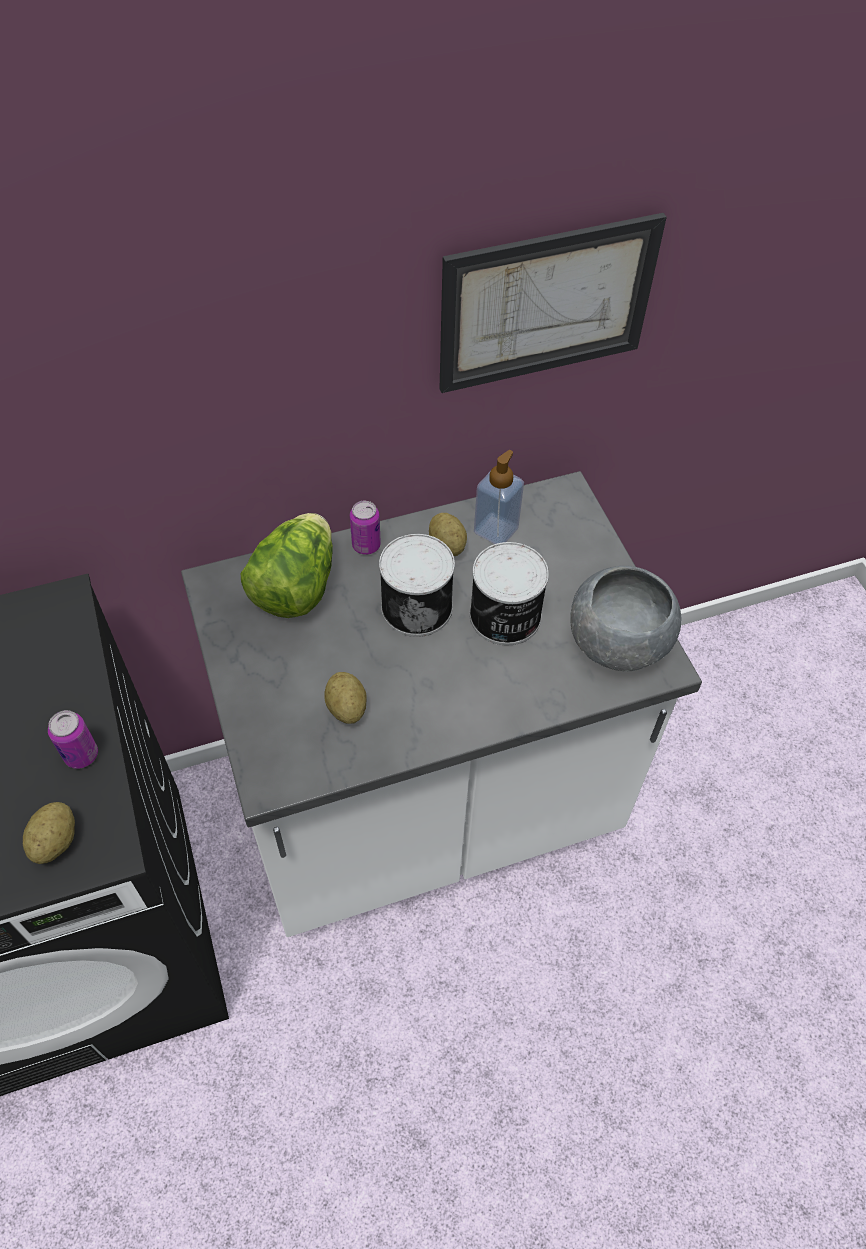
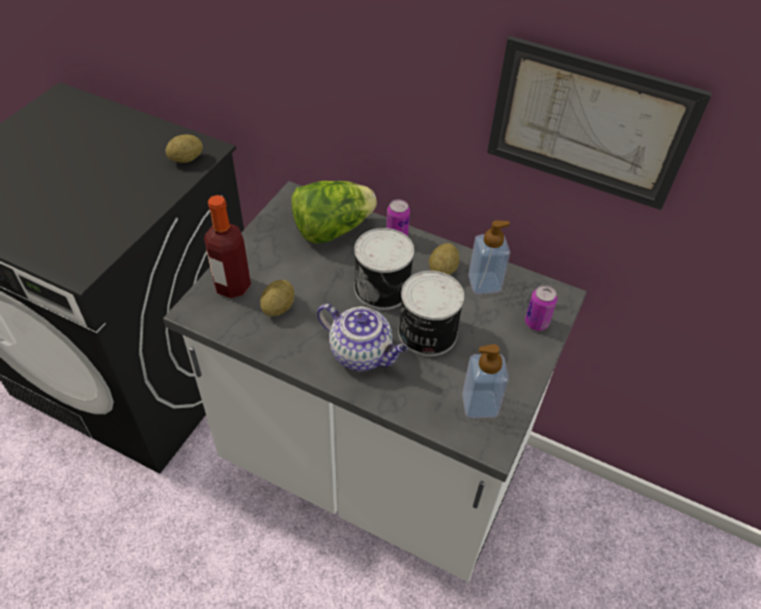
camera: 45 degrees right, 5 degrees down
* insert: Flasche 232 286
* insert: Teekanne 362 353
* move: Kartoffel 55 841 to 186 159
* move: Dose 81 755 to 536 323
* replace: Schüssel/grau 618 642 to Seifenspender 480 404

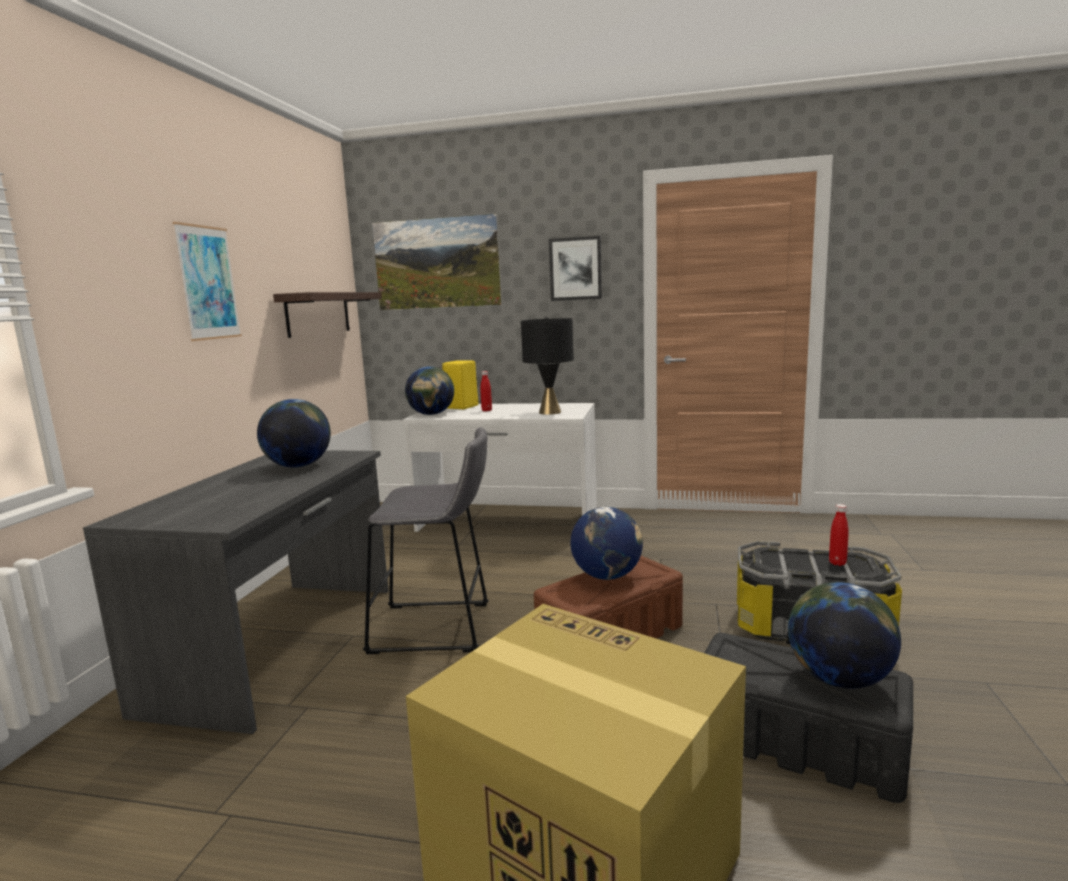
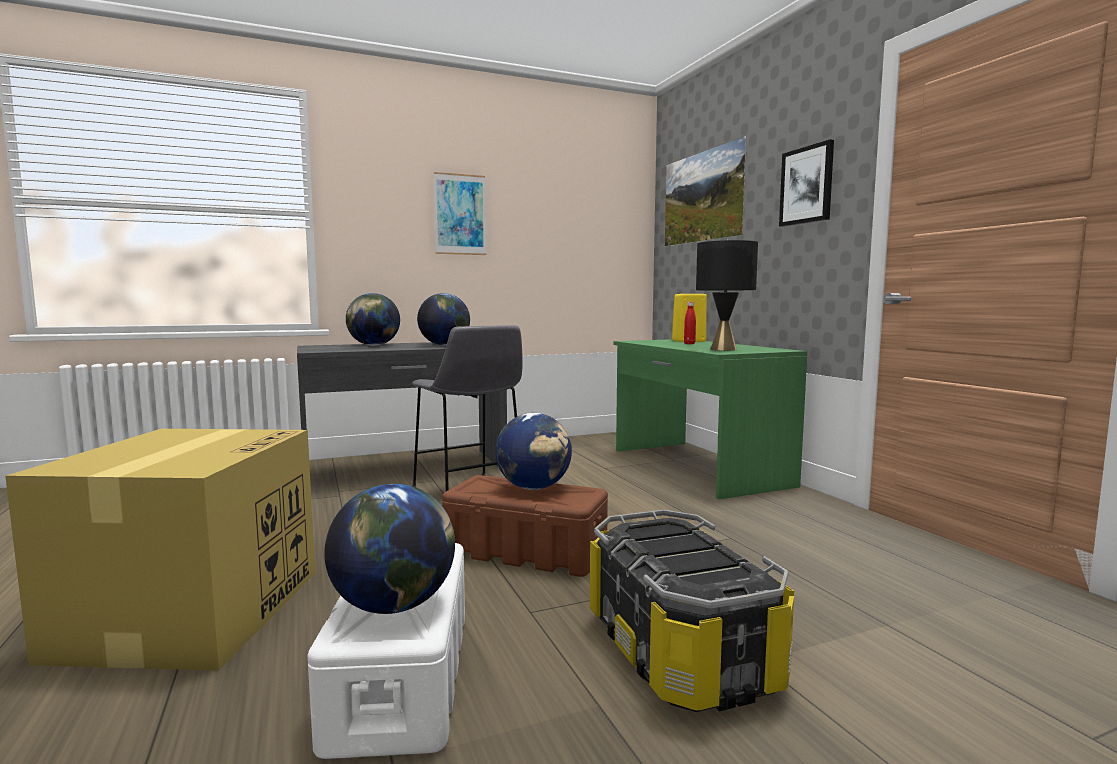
camera: 55 degrees right, 5 degrees down
* delete: Wandregal 318 313
* delete: Flasche/rot 837 563
* move: Globus 431 414 to 373 345
* recolor: Schreibtisch/weiß 508 520 to Schreibtisch/grün 696 467
* recolor: Aufbewahrungsbox/schwarz 798 743 to Aufbewahrungsbox/weiß 401 677

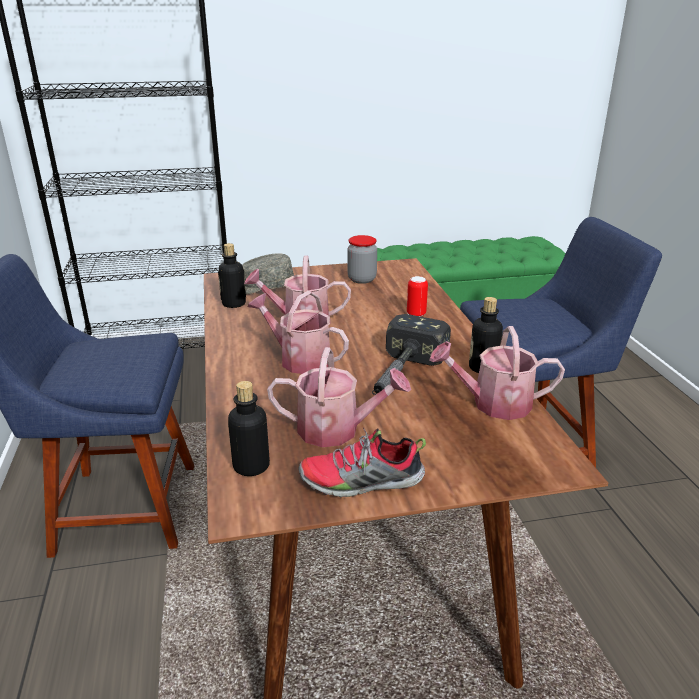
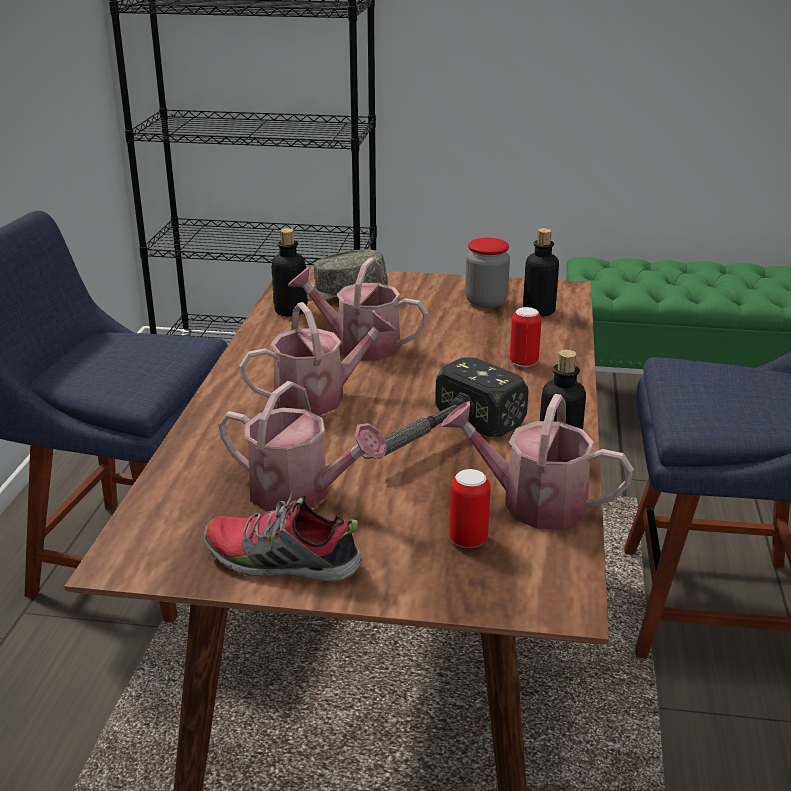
camera: 20 degrees right, 0 degrees up
* insert: Dose 468 540
* move: Flasche 251 466 to 539 311
* rotate: Gießkanne 299 359 = 319 397 105 degrees clockwise

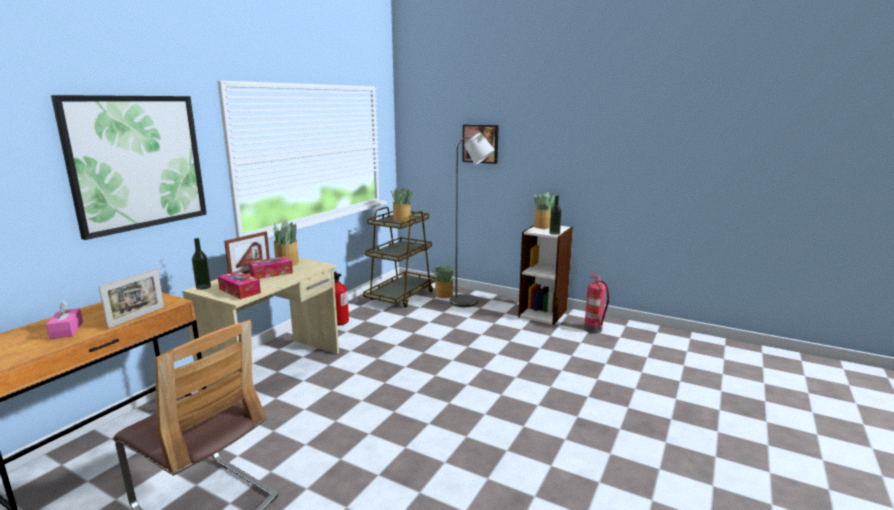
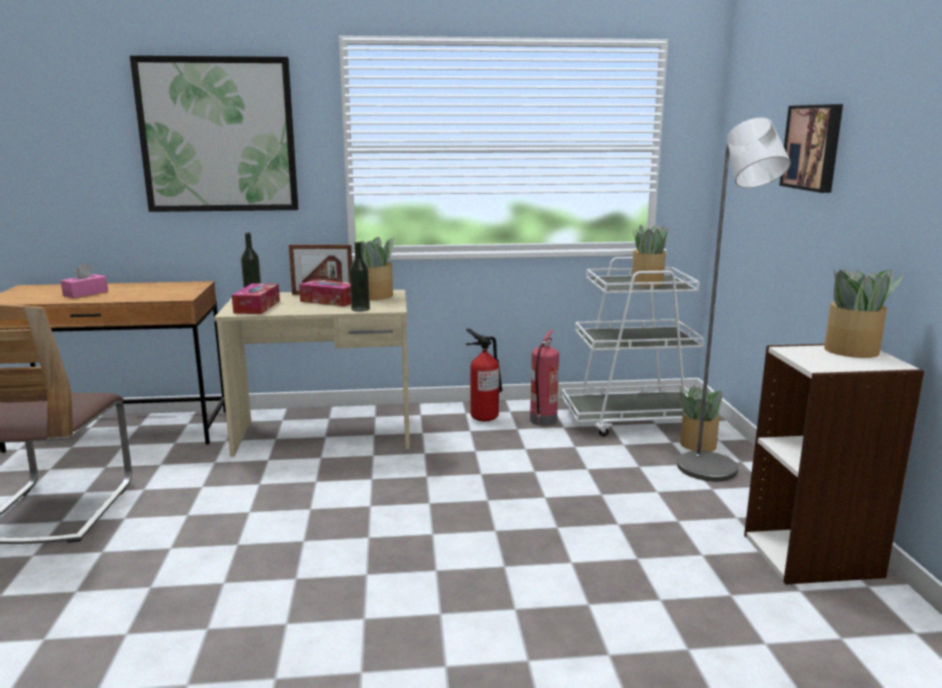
camera: 55 degrees right, 0 degrees up
* delete: Bilderrahmen 137 317
* move: Flasche 554 233 to 360 309
* move: Feuerlöscher 594 329 to 543 421
* recolor: Rollwagen/braun 401 296 to Rollwagen/weiß 631 420

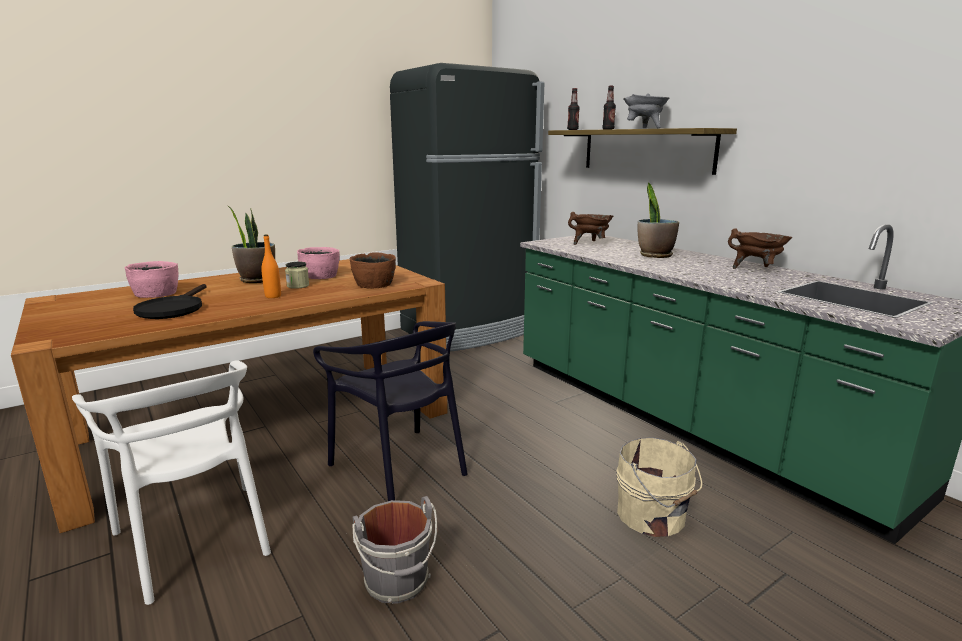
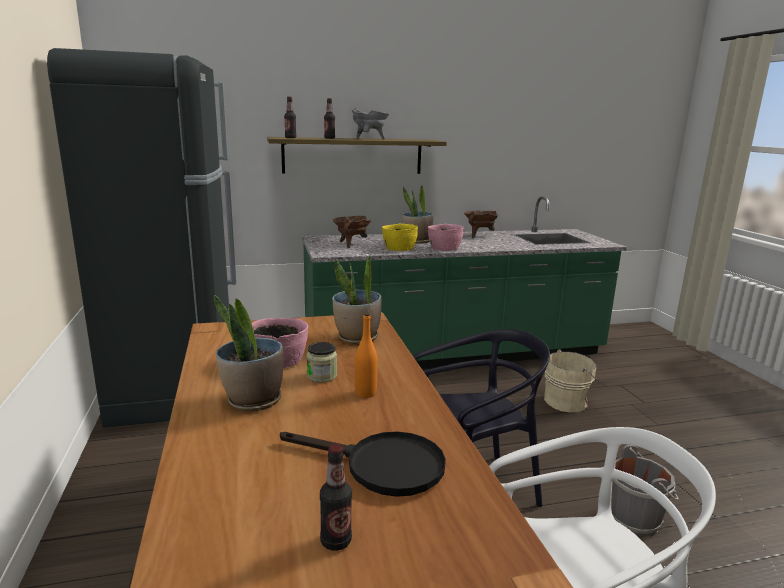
camera: 70 degrees left, 0 degrees up
* insert: Flasche 336 541
* insert: Schüssel/gelb 399 248
* move: Schüssel/rosa 156 294 to 444 248
* replace: Schüssel/braun 374 284 to Topfpflanze 357 338

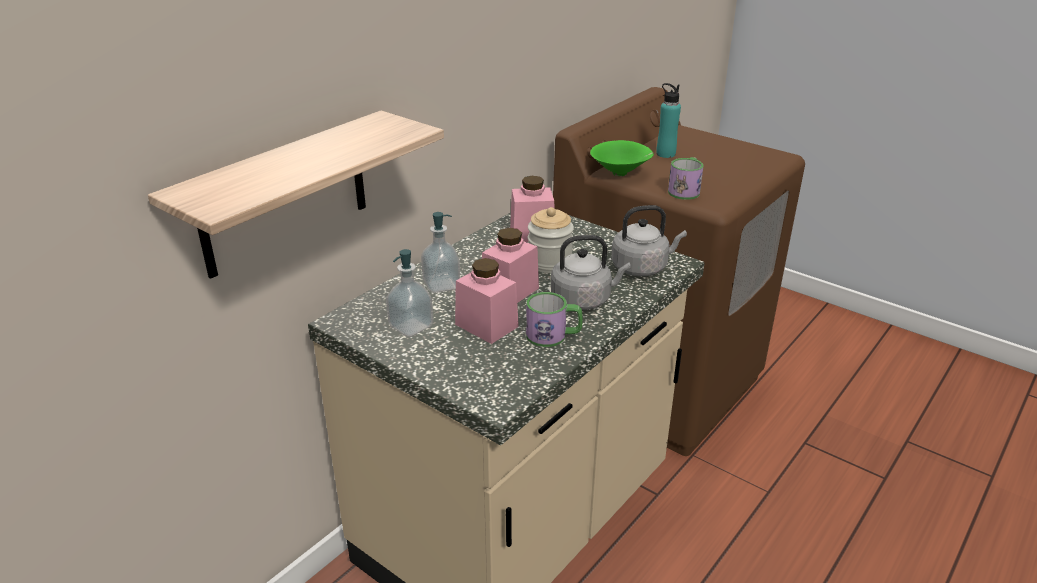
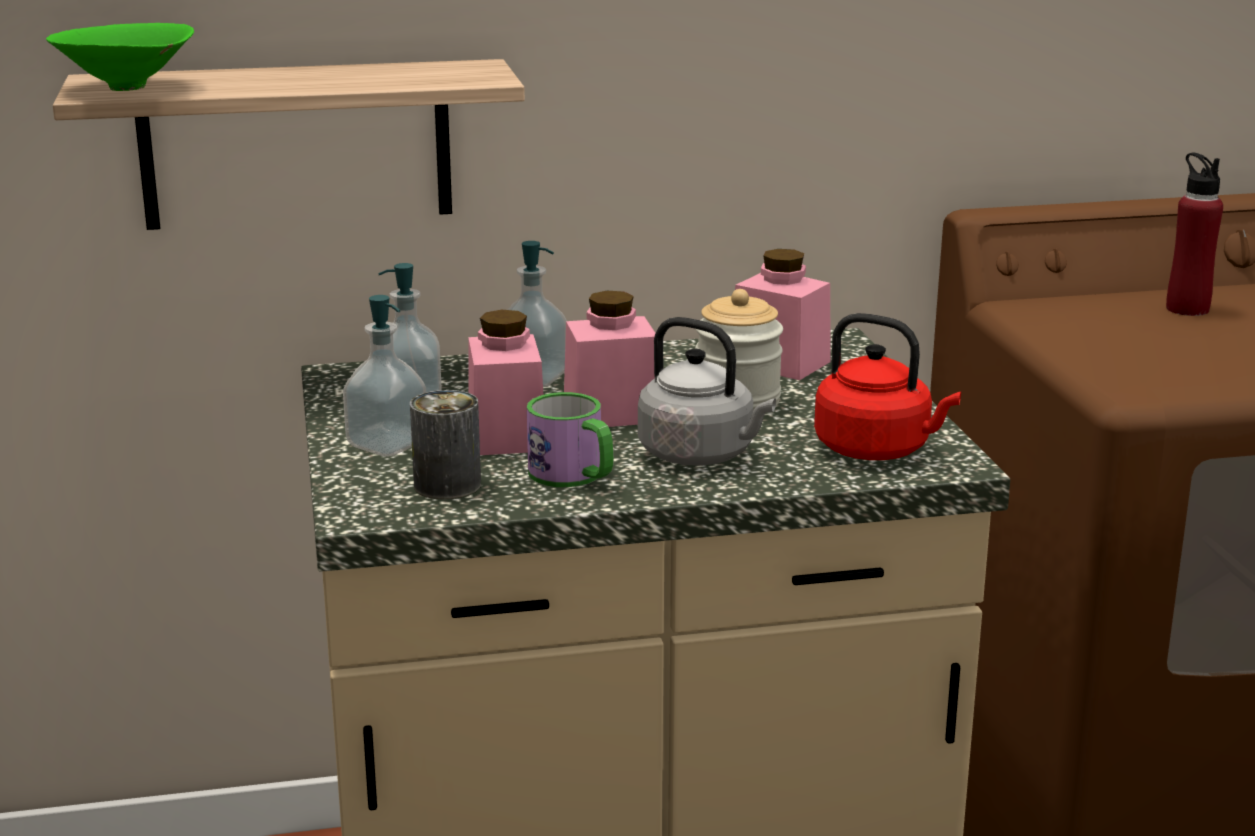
camera: 40 degrees right, 10 degrees down
* delete: Henkelbecher 685 190
* insert: Seifenspender 387 445
* insert: Dose 447 485
* move: Schüssel/grün 621 173 to 129 89
* recolor: Wasserkessel/grau 642 267 to Wasserkessel/rot 878 450
* recolor: Flasche/türkis 665 154 to Flasche/rot 1187 309

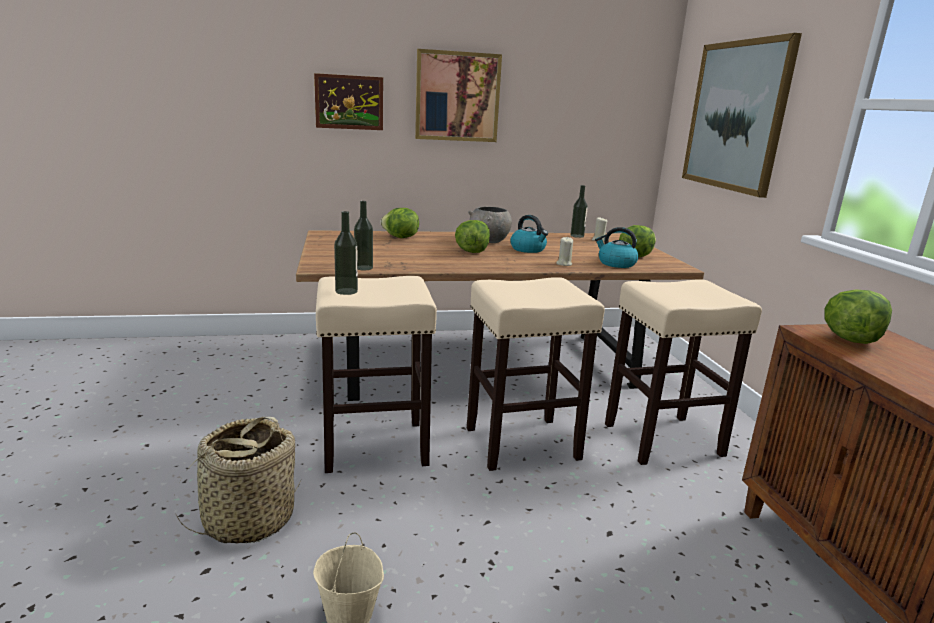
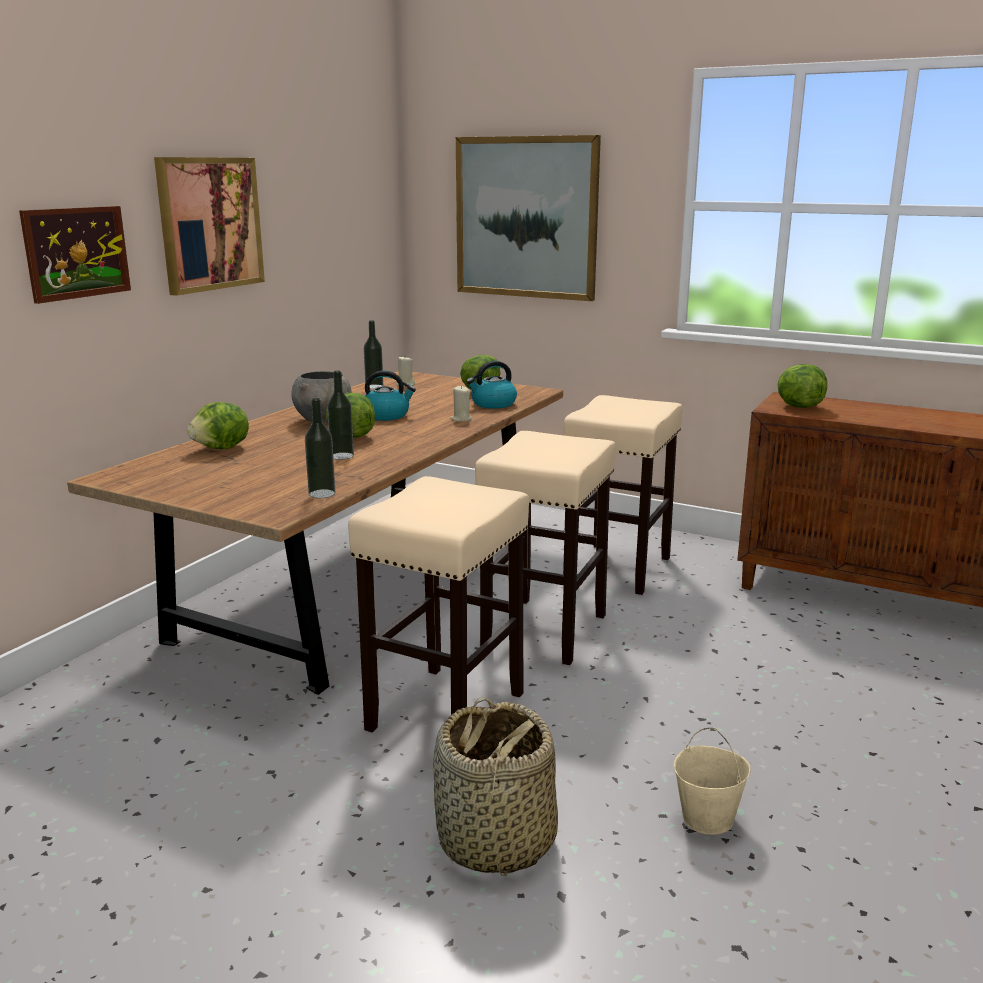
camera: 50 degrees left, 0 degrees up
* move: Flasche 346 291 to 342 456

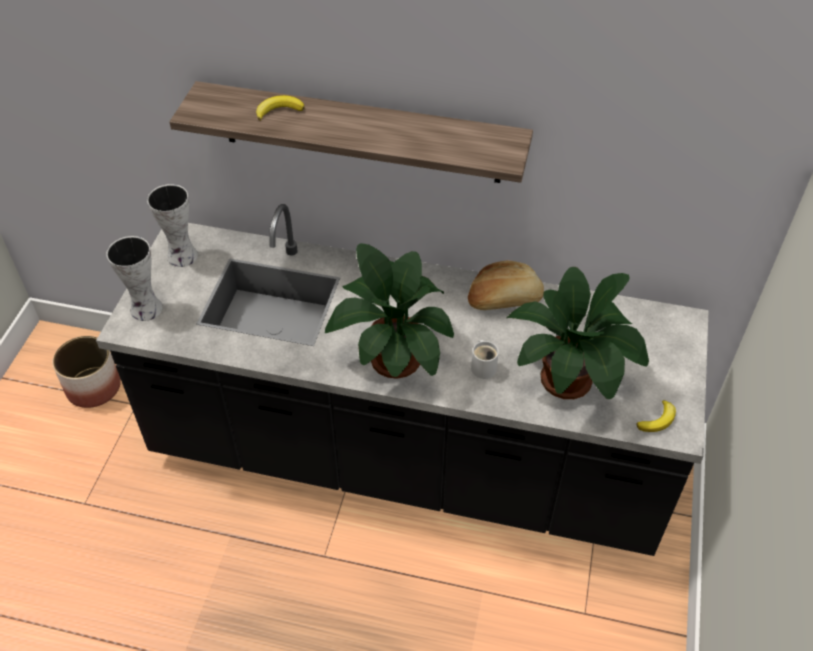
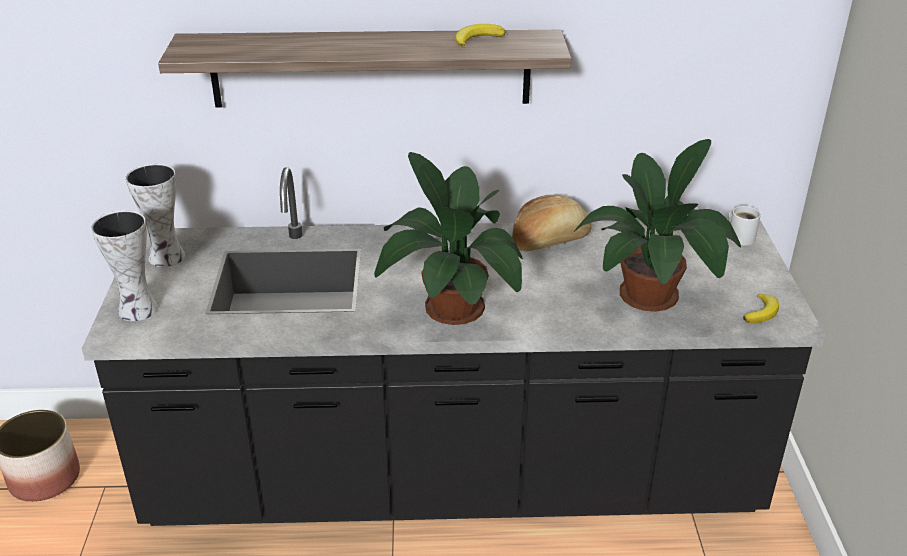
camera: 15 degrees left, 15 degrees down
* move: Banane 279 110 to 477 39
* move: Henkelbecher/weiß 484 366 to 740 236

